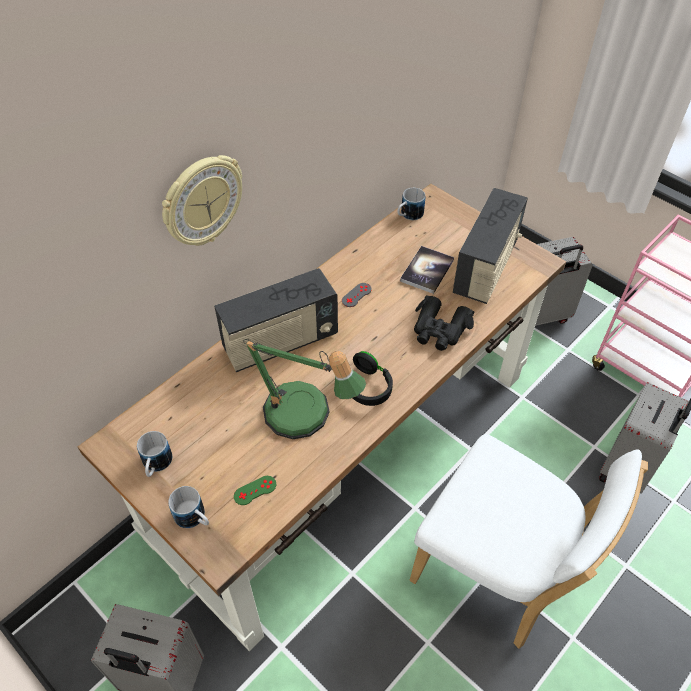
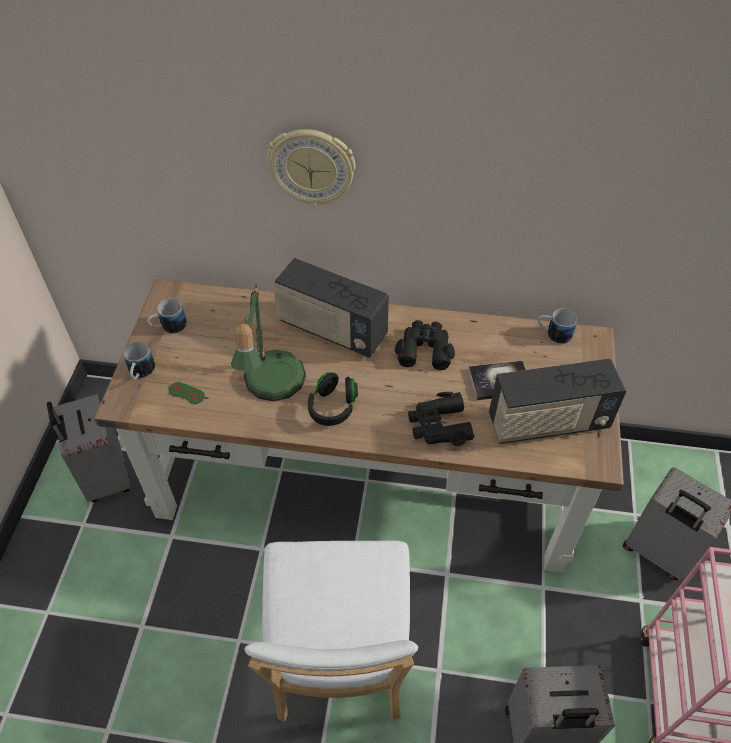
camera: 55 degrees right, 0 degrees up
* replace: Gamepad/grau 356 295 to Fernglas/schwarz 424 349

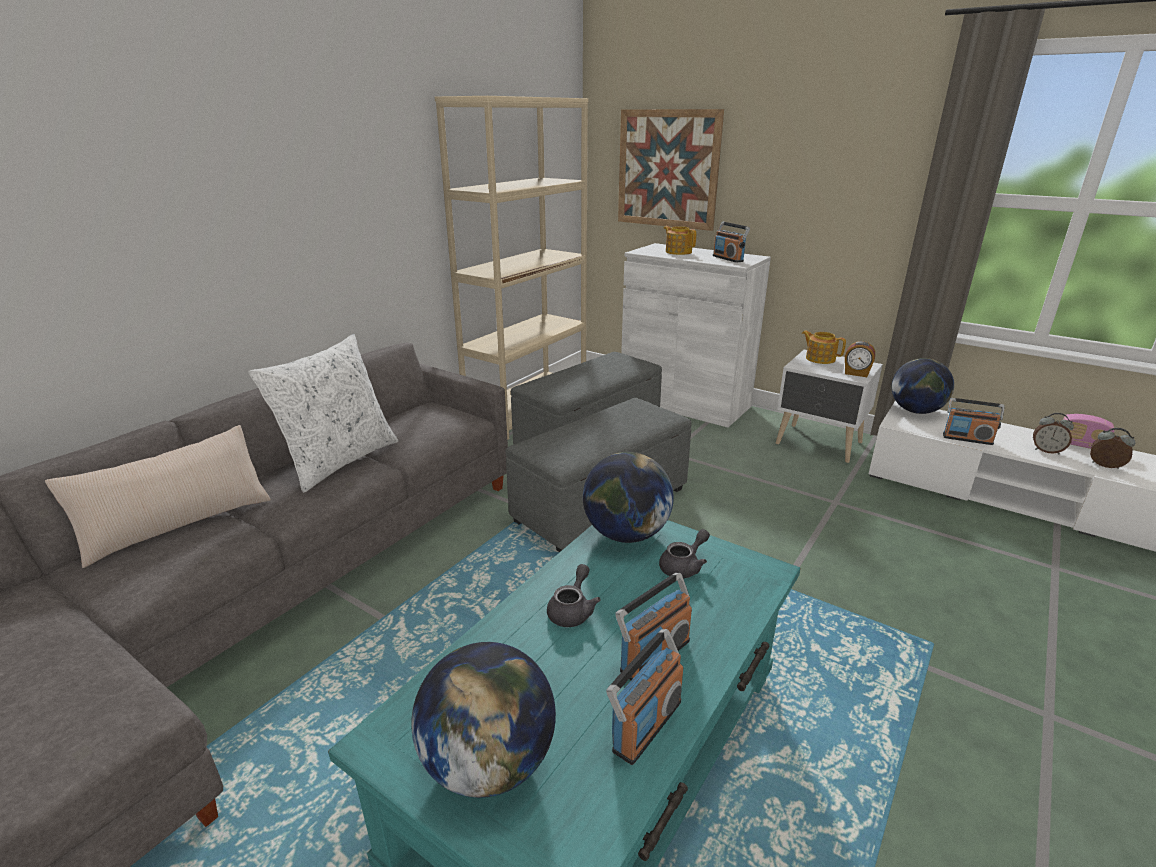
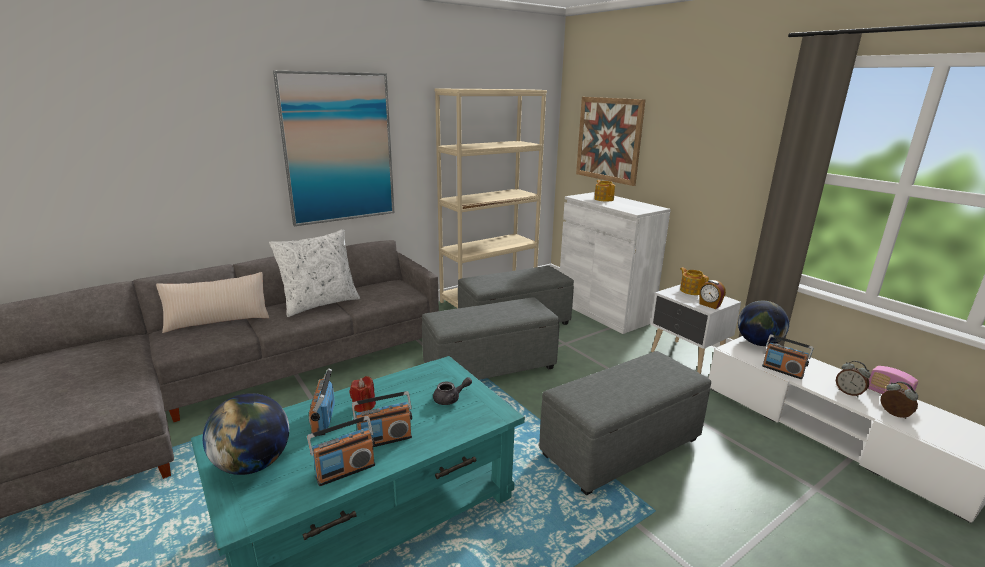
camera: 20 degrees right, 5 degrees down
* delete: Globus 626 534
* insert: Bild 339 148
* insert: Polsterhocker/grau 620 448
* move: Radio 728 259 to 323 420
* replace: Teekanne/grau 573 610 to Kerze/rot 364 406

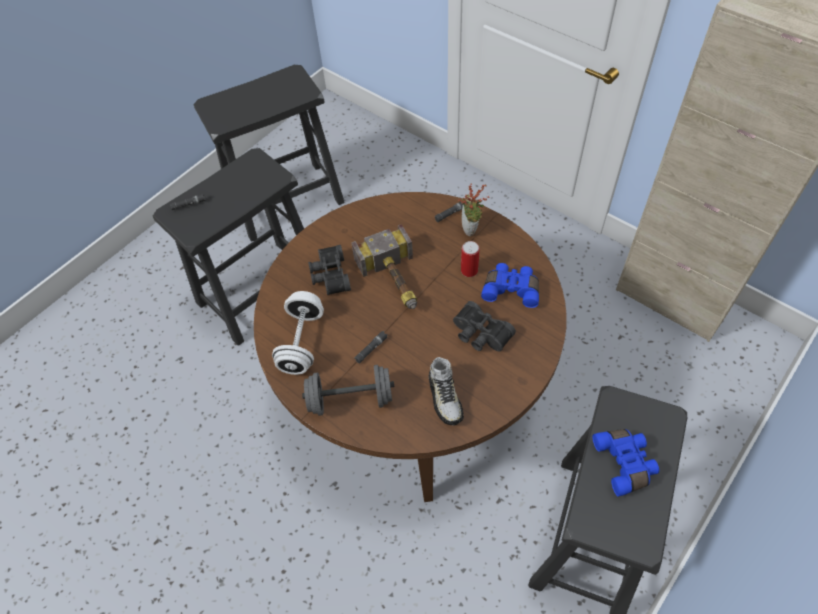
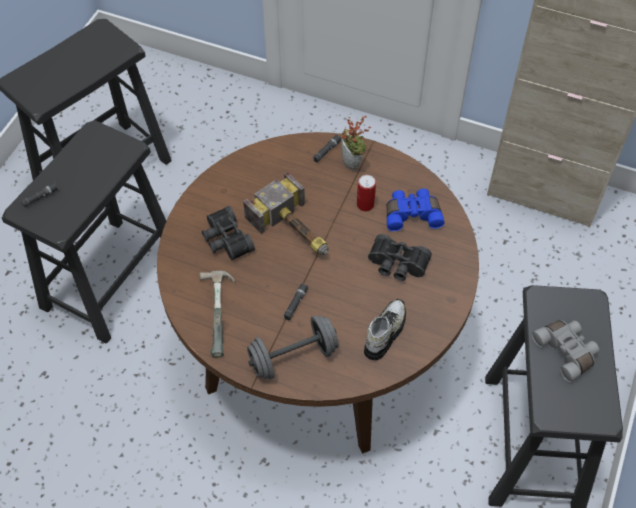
camera: 20 degrees left, 0 degrees up
* replace: Hantel/weiß 302 342 to Hammer 222 313
* recolor: Fernglas/blau 625 463 to Fernglas/grau 567 351
* rotate: Schuh 445 398 = 384 333 120 degrees counterclockwise

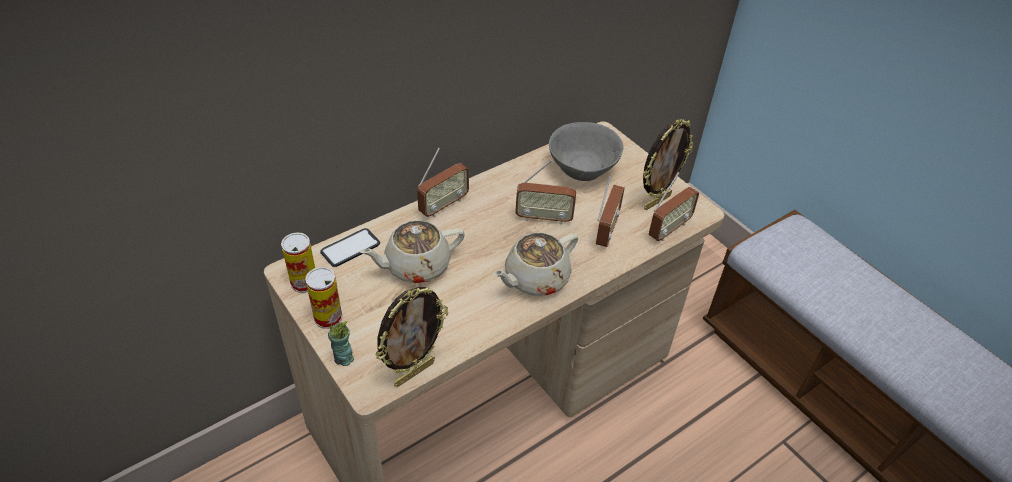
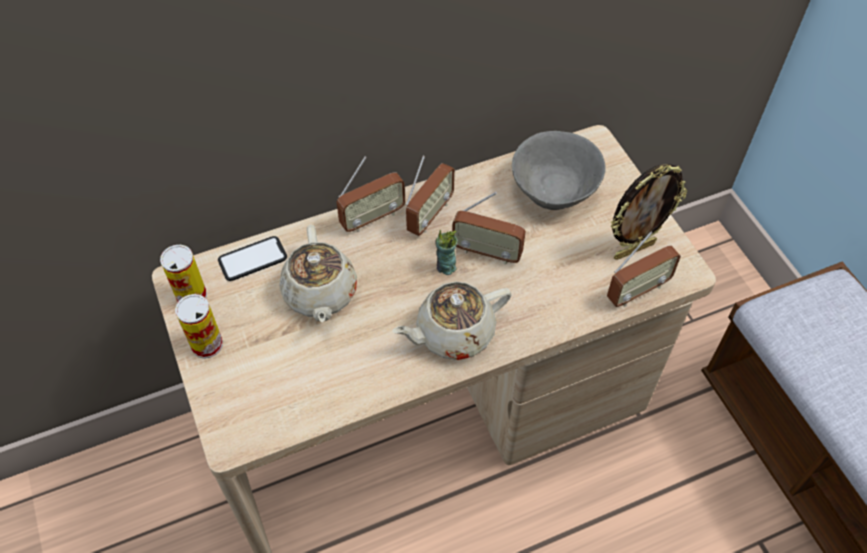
camera: 15 degrees right, 10 degrees up
* delete: Bilderrahmen 414 372
* move: Tasse 343 358 to 445 267
* move: Radio 606 231 to 430 215
* rotate: Teekanne/beige 416 266 = 320 294 90 degrees counterclockwise

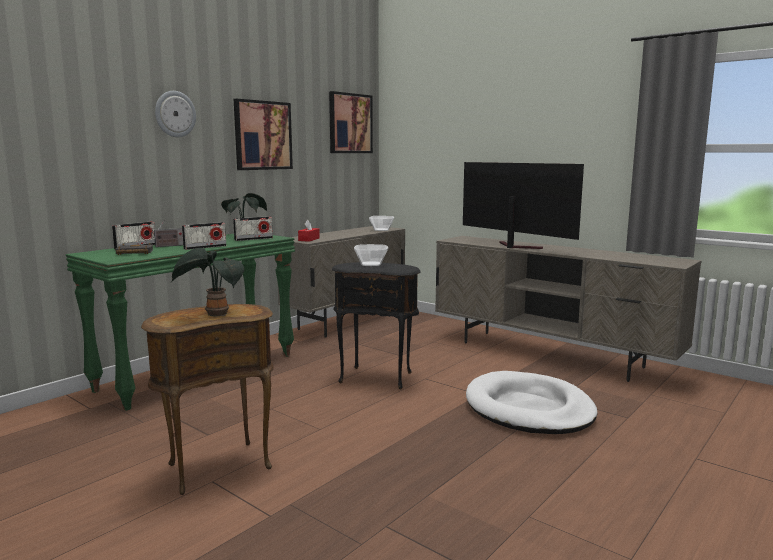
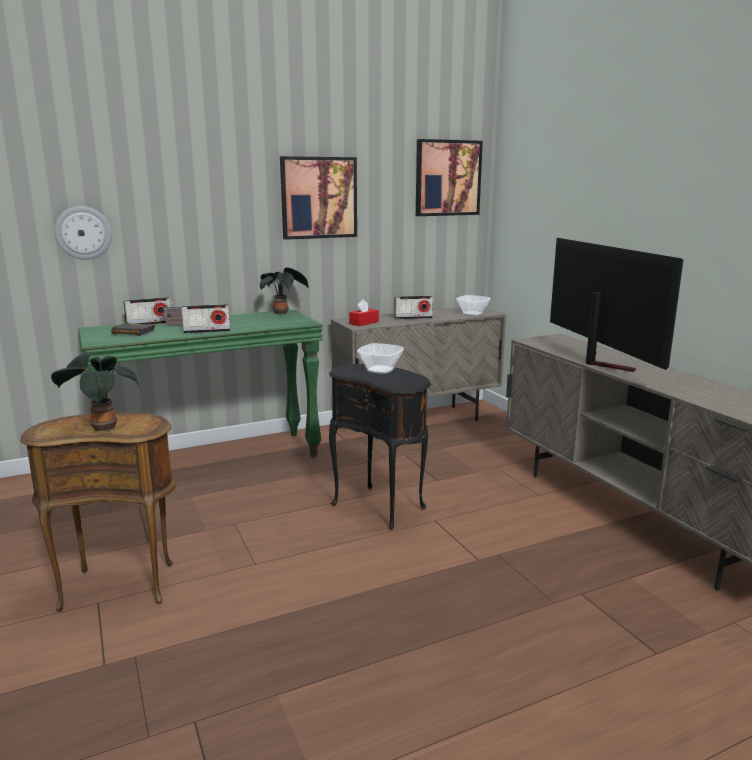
camera: 25 degrees right, 5 degrees up
* delete: Hundebett/weiß 528 408
* move: Wanduhr 175 114 to 83 233
* move: Radio 253 239 to 413 318

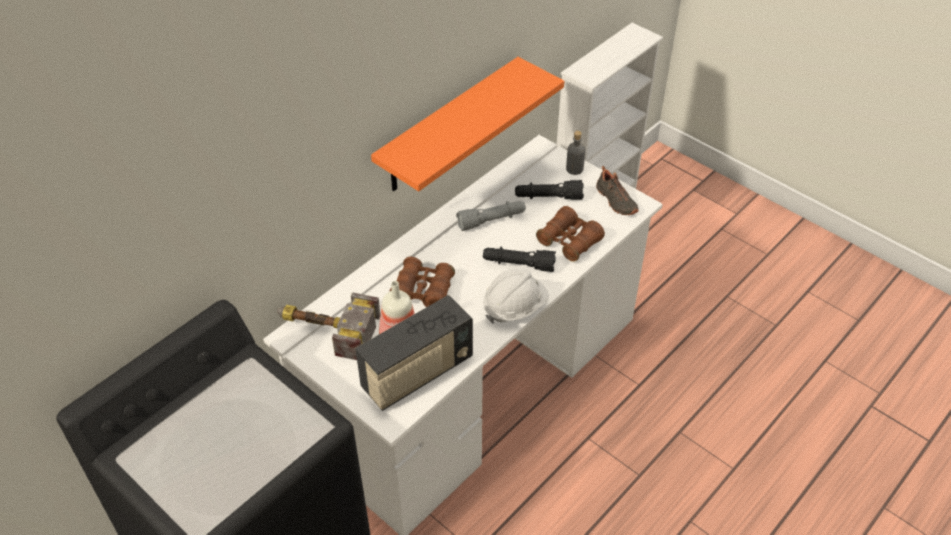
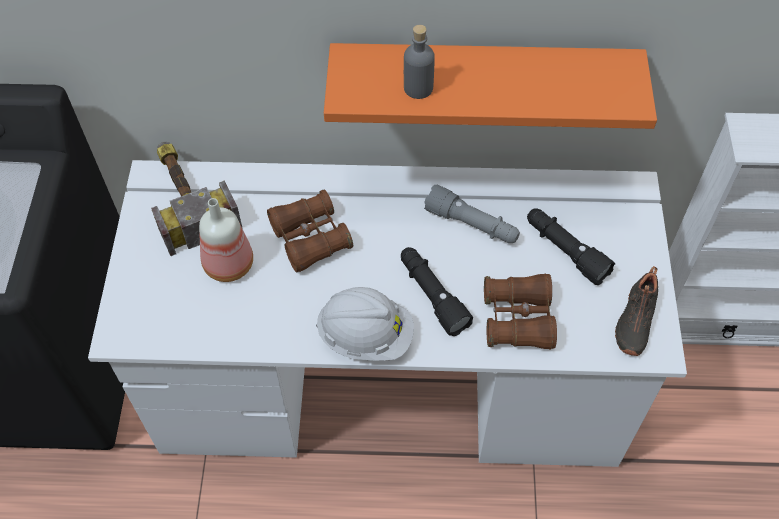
camera: 50 degrees right, 10 degrees up
* delete: Radio 417 374
* move: Flasche/grau 574 169 to 418 88

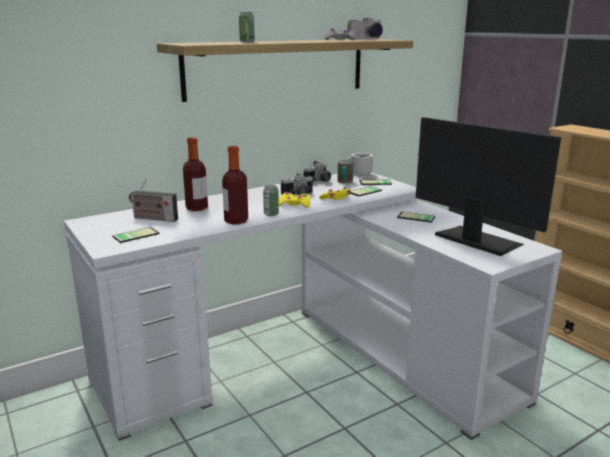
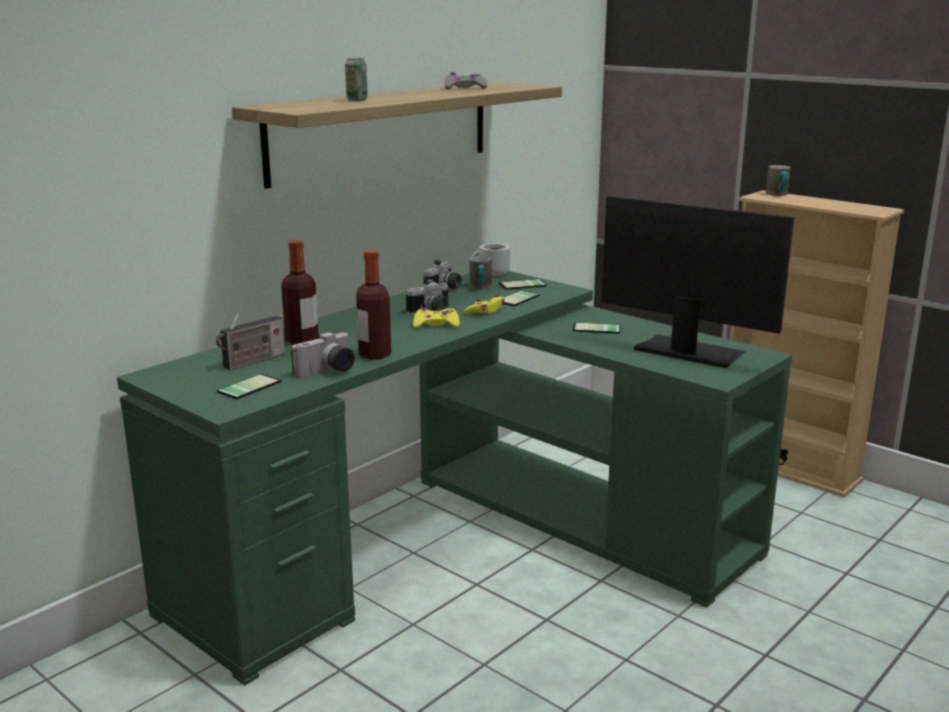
camera: 15 degrees left, 0 degrees up
* delete: Dose 271 214
* insert: Henkelbecher 778 195
* move: Kamera 367 39 to 327 372
* recolor: Schreibtisch/weiß 313 359 to Schreibtisch/grün 467 541
* rotate: Radio 153 218 = 252 362 45 degrees counterclockwise

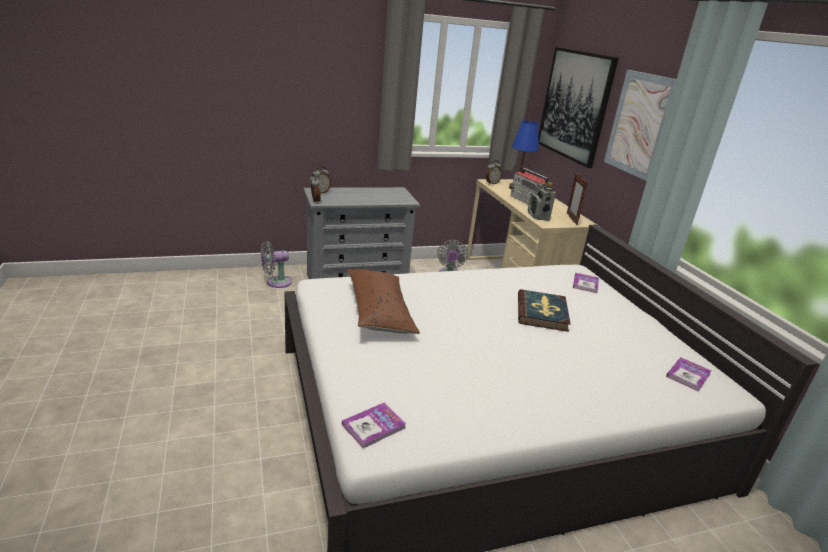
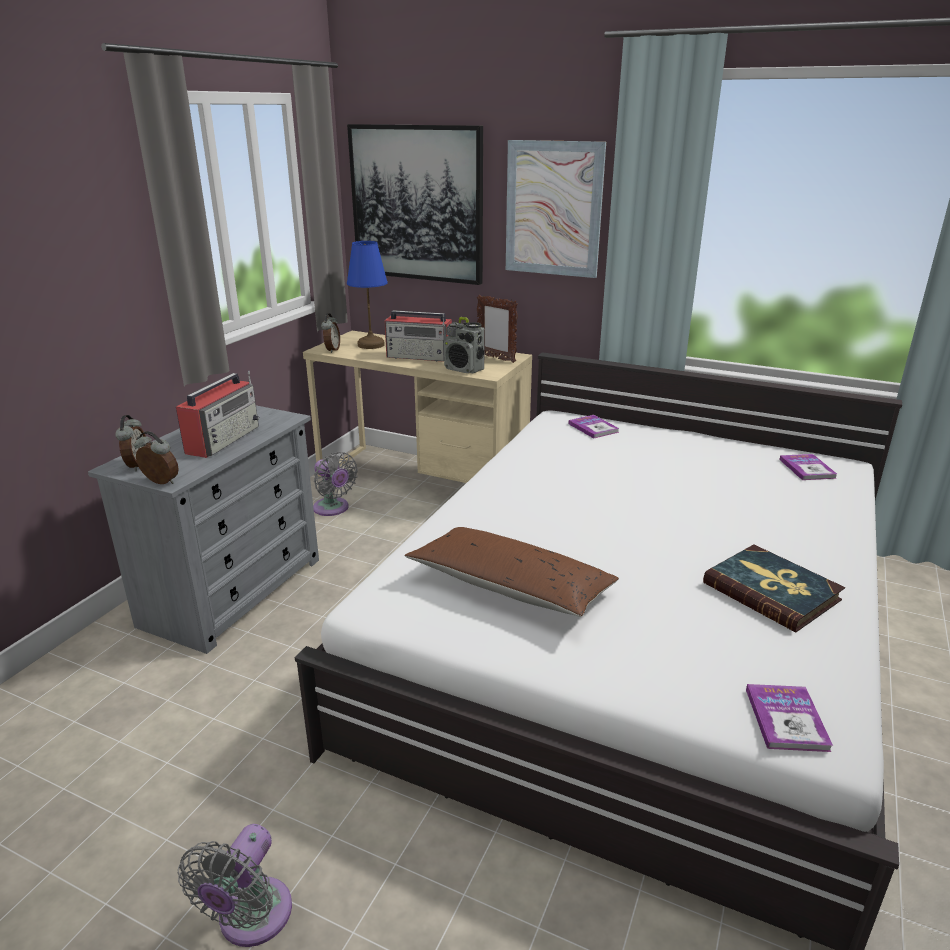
camera: 45 degrees left, 0 degrees up
* insert: Radio 224 439
* move: Ventilator/grau 276 282 to 250 919
* move: Buch 542 313 to 771 591

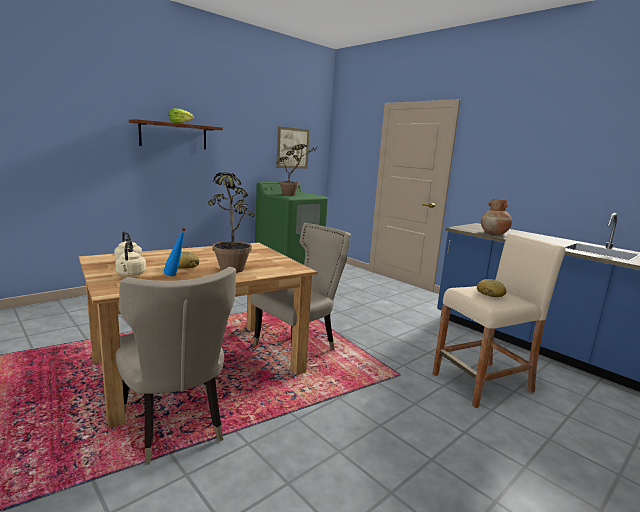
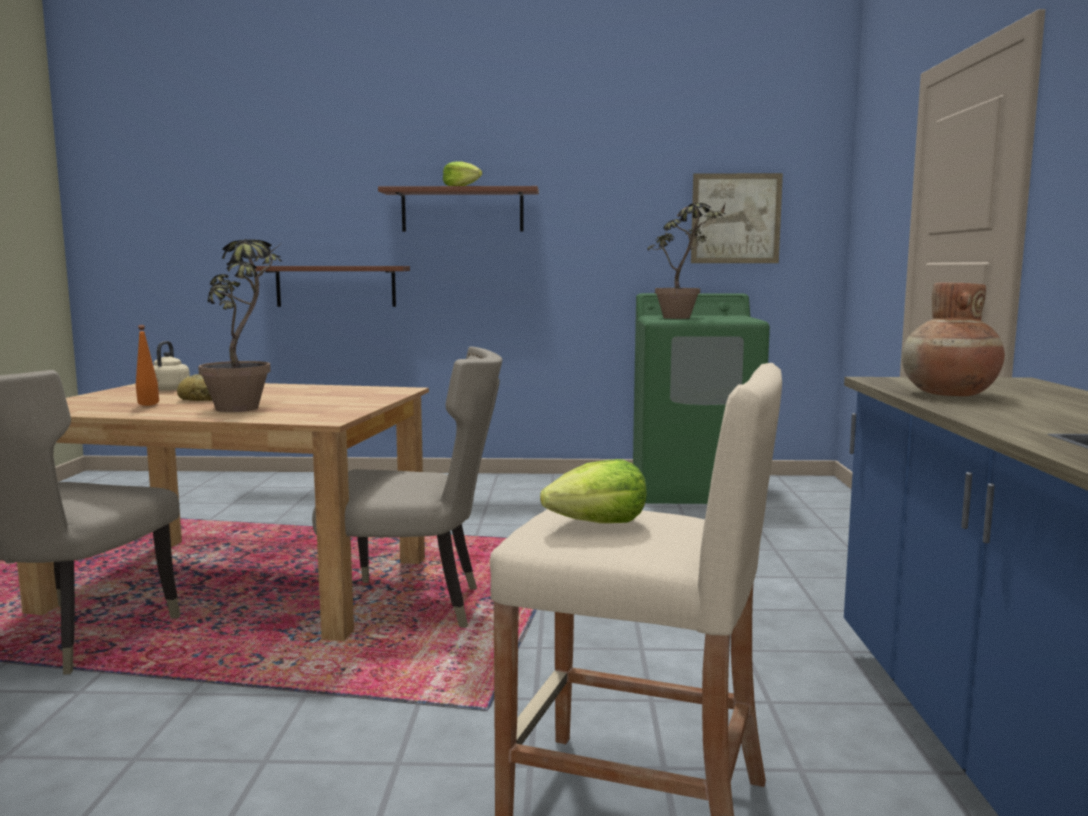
camera: 45 degrees right, 5 degrees down
* delete: Wasserkessel/beige 131 275
* insert: Wandregal/braun 336 286
* replace: Brot 490 294 to Salatkopf 598 524
* recolor: Flasche/blau 175 276 to Flasche/orange 148 406

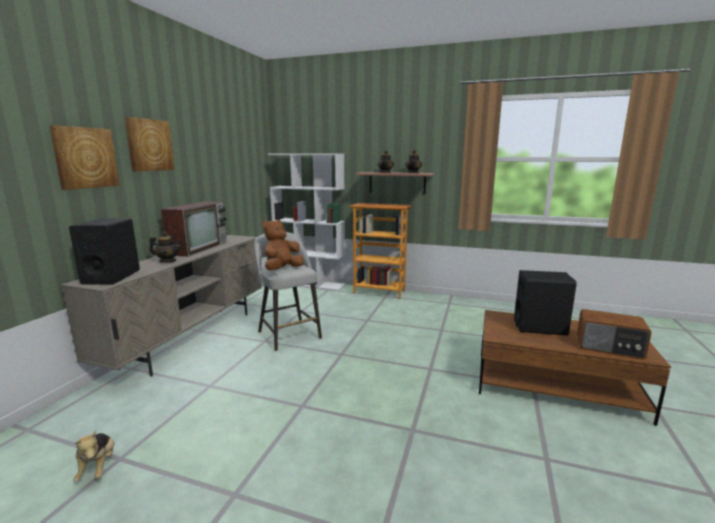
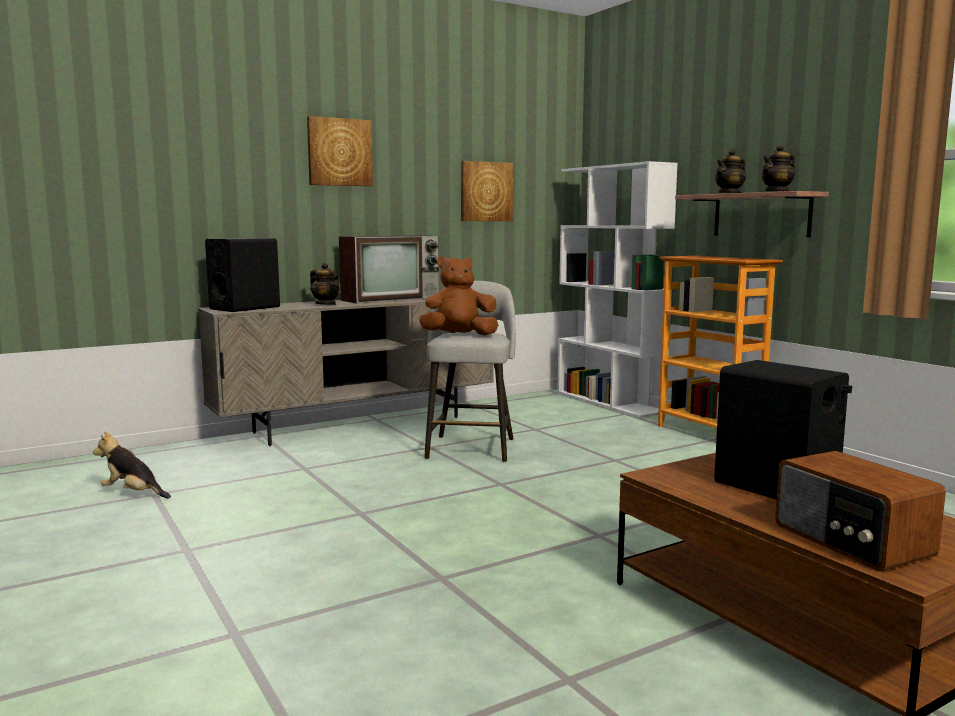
camera: 40 degrees right, 5 degrees down
* move: Bild 85 158 to 485 191
* rotate: Plüschtier 98 467 = 133 493 90 degrees clockwise

